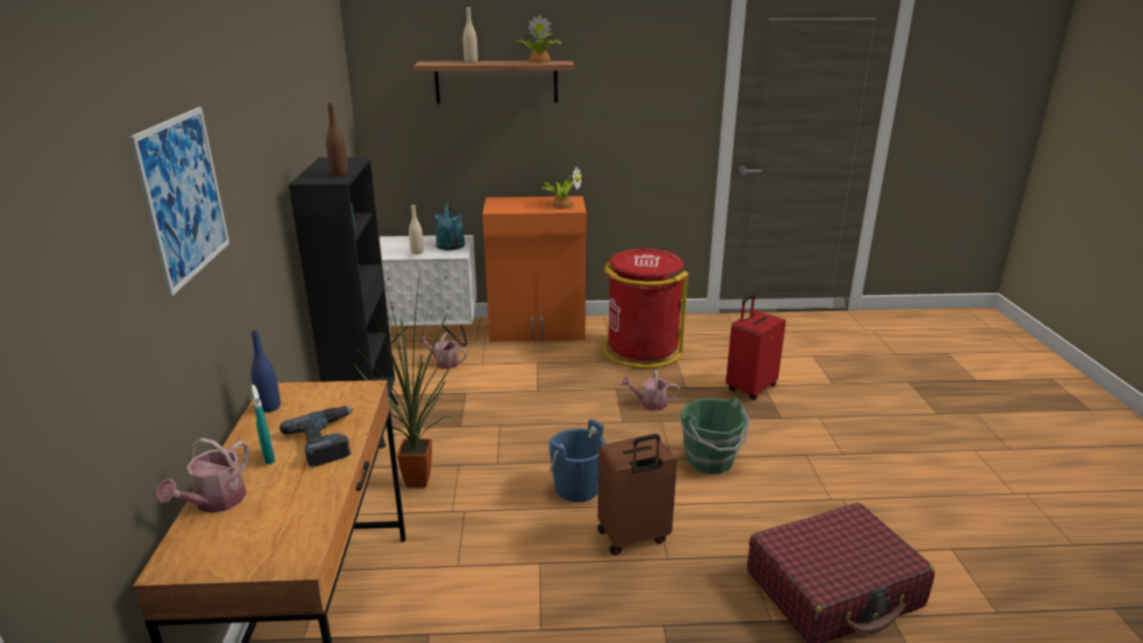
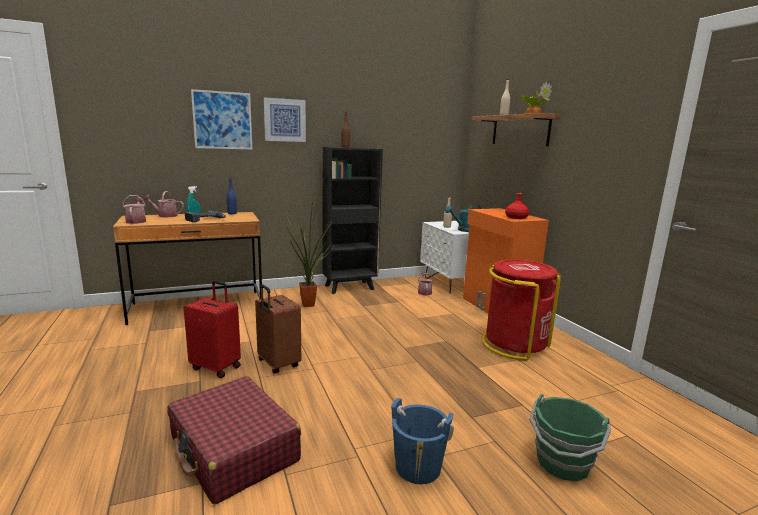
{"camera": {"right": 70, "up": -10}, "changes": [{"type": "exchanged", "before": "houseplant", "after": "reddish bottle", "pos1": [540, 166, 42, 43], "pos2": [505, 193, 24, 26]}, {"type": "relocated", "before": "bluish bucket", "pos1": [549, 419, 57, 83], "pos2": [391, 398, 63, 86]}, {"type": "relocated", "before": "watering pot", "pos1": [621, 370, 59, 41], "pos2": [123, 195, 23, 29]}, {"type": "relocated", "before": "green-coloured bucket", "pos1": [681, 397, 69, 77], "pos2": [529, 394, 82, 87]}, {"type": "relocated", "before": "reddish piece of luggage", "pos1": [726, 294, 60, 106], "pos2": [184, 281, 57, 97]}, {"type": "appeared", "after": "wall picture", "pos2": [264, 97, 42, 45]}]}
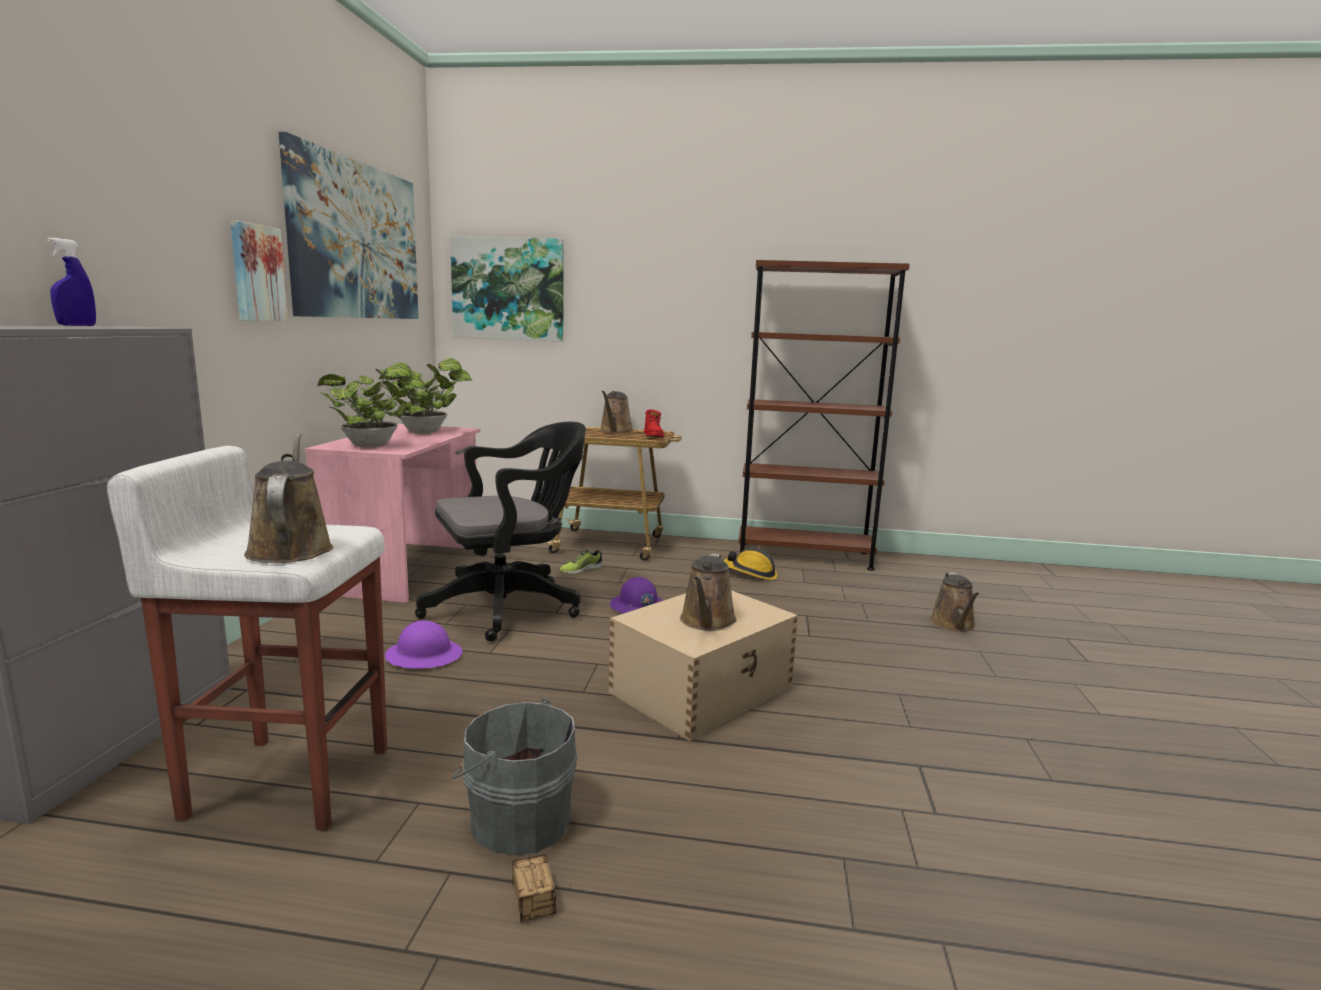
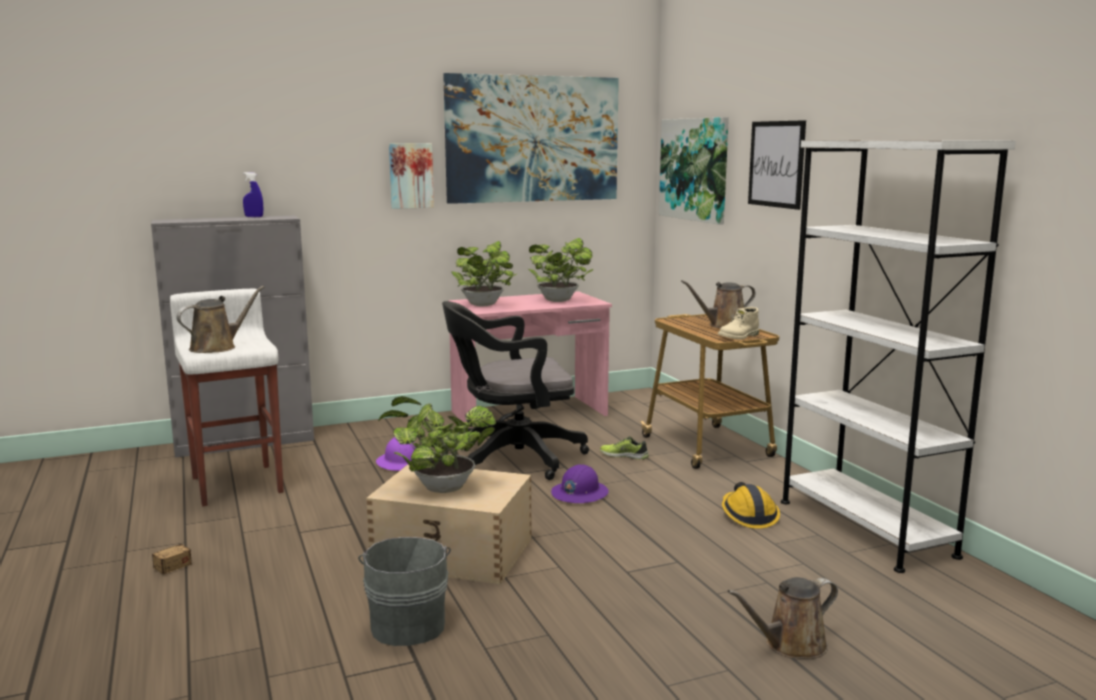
{"camera": {"right": 60, "up": 0}, "changes": [{"type": "spun", "before": "black-coloured office chair", "pos1": [415, 422, 171, 220], "pos2": [442, 301, 147, 179], "turn": 135}, {"type": "relocated", "before": "gray bucket", "pos1": [452, 698, 125, 157], "pos2": [358, 537, 93, 109]}, {"type": "colour", "before": "reddish tall boot", "after": "beige tall boot", "pos1": [644, 410, 20, 27], "pos2": [718, 307, 41, 33]}, {"type": "exchanged", "before": "brown-coloured watering pot", "after": "houseplant", "pos1": [680, 553, 57, 78], "pos2": [378, 396, 118, 97]}, {"type": "colour", "before": "brown-coloured shelving unit", "after": "white-coloured shelving unit", "pos1": [738, 260, 172, 311], "pos2": [781, 140, 235, 433]}, {"type": "appeared", "after": "wall picture", "pos2": [748, 120, 58, 90]}]}
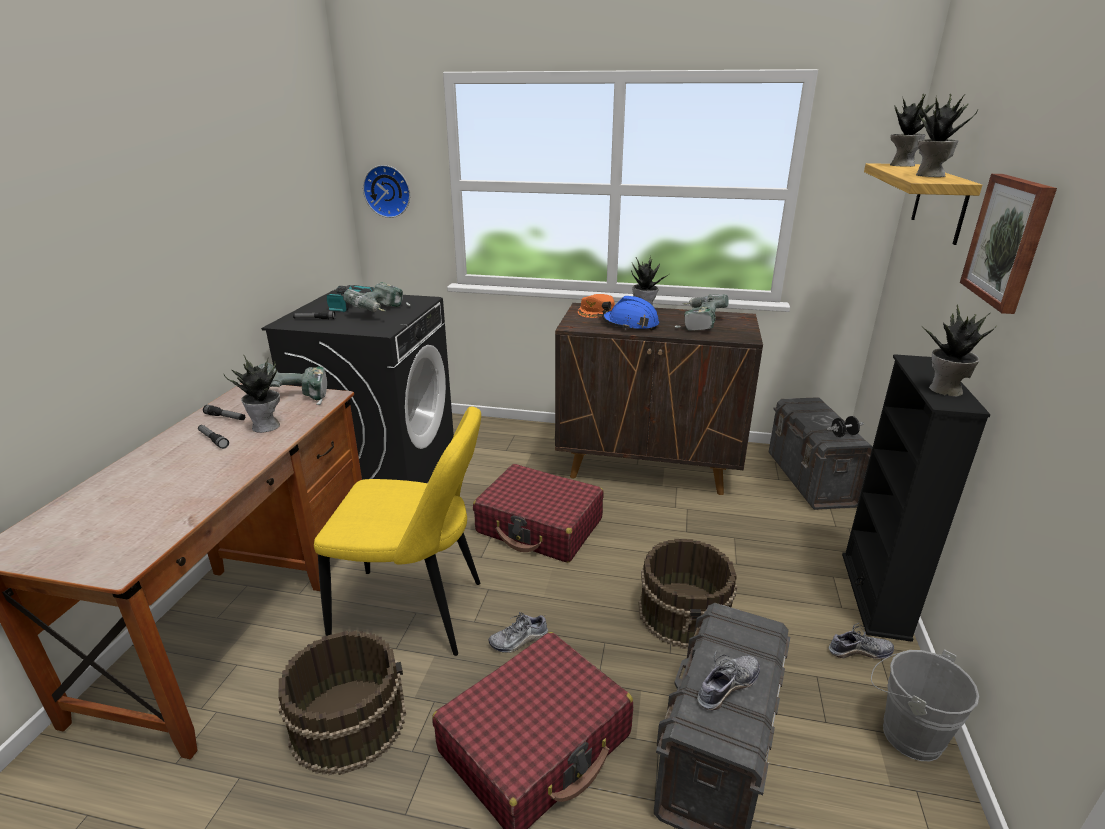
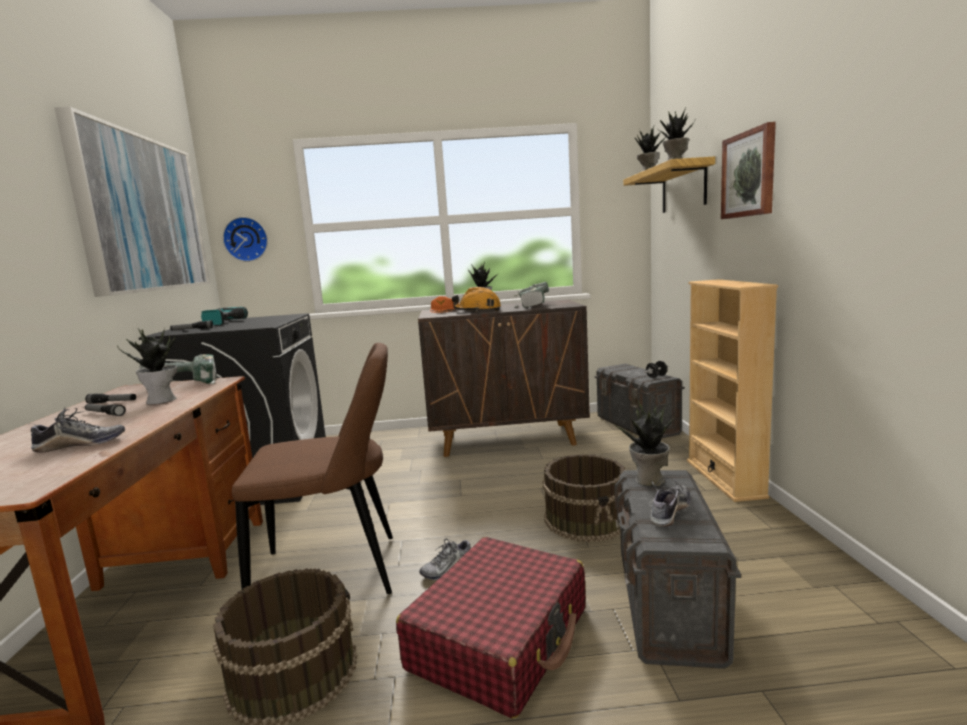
{"camera": {"right": -15, "up": -15}, "changes": [{"type": "colour", "before": "yellowish chair", "after": "brown-coloured chair", "pos1": [314, 407, 167, 249], "pos2": [232, 343, 161, 251]}, {"type": "missing", "before": "power drill", "pos1": [343, 282, 68, 30]}, {"type": "missing", "before": "reddish piece of luggage", "pos1": [473, 464, 131, 99]}, {"type": "colour", "before": "bluish hard hat", "after": "orange hard hat", "pos1": [602, 296, 57, 35], "pos2": [452, 287, 49, 25]}, {"type": "relocated", "before": "low shoe", "pos1": [829, 623, 65, 36], "pos2": [31, 407, 94, 46]}, {"type": "colour", "before": "black-coloured shelving unit", "after": "beige shelving unit", "pos1": [842, 355, 149, 287], "pos2": [687, 279, 91, 223]}, {"type": "missing", "before": "gray bucket", "pos1": [871, 650, 108, 111]}, {"type": "relocated", "before": "houseplant", "pos1": [921, 304, 74, 92], "pos2": [614, 400, 60, 87]}, {"type": "appeared", "after": "wall picture", "pos2": [54, 107, 156, 190]}]}
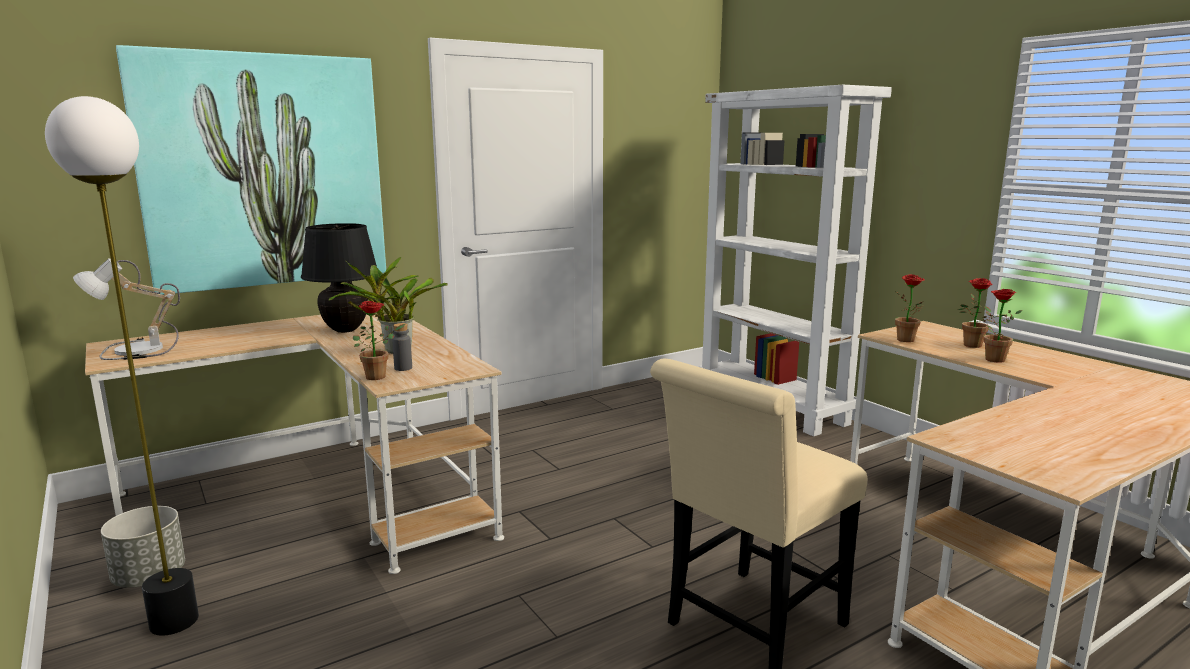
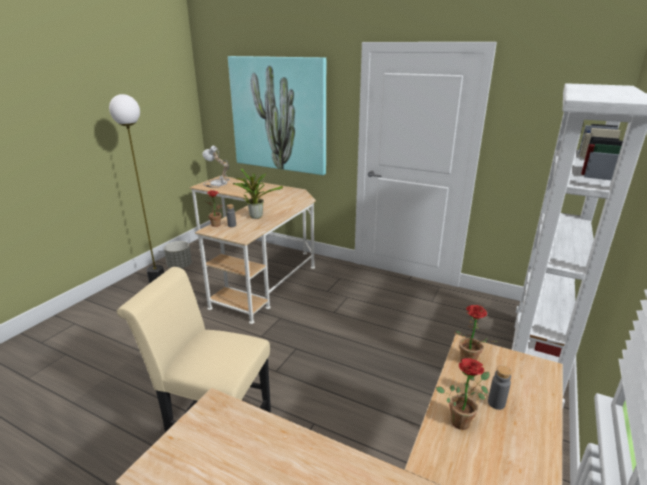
{"camera": {"right": 60, "up": 10}, "changes": [{"type": "missing", "before": "black-coloured tabletop lamp", "pos1": [301, 223, 76, 110]}, {"type": "exchanged", "before": "houseplant", "after": "gray bottle", "pos1": [958, 278, 47, 70], "pos2": [488, 366, 24, 44]}]}
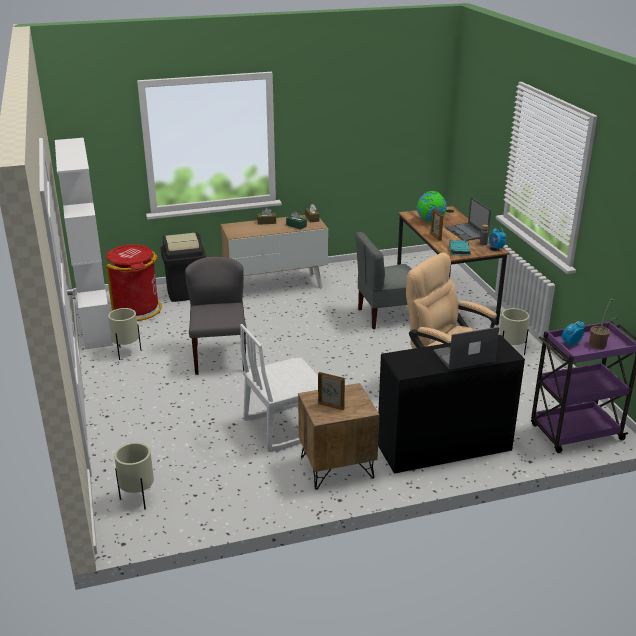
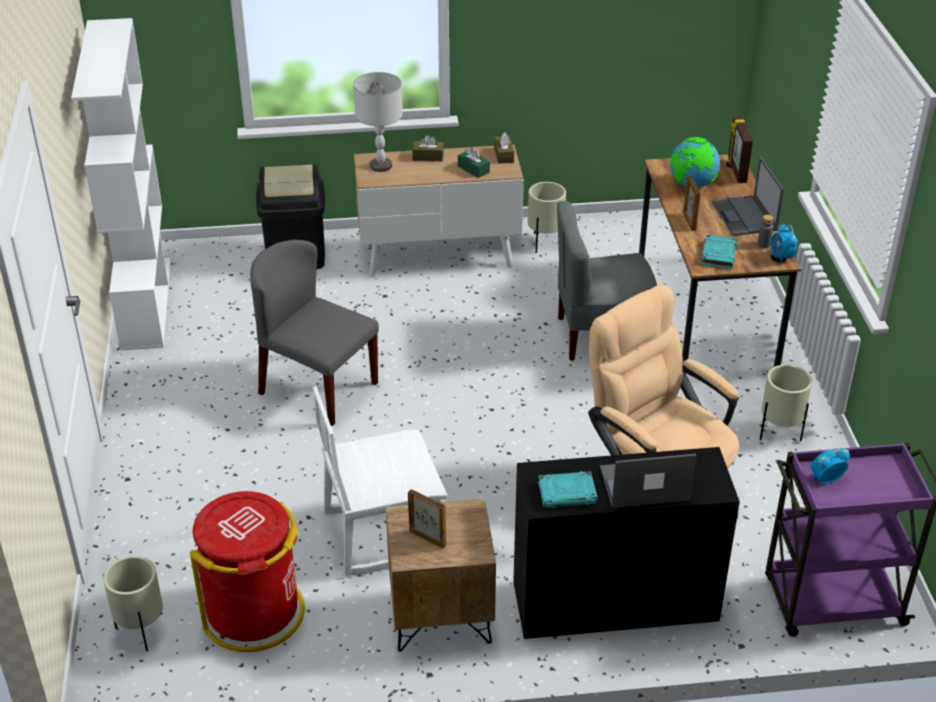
{"camera": {"right": 10, "up": 10}, "changes": [{"type": "relocated", "before": "reddish rubbish bin", "pos1": [106, 244, 56, 77], "pos2": [190, 491, 115, 161]}, {"type": "relocated", "before": "beige plant pot", "pos1": [108, 308, 33, 52], "pos2": [528, 182, 38, 71]}, {"type": "spun", "before": "gray chair", "pos1": [185, 257, 61, 118], "pos2": [250, 240, 129, 186], "turn": -60}, {"type": "missing", "before": "houseplant", "pos1": [589, 298, 27, 51]}, {"type": "appeared", "after": "gray tabletop lamp", "pos2": [353, 72, 50, 100]}, {"type": "appeared", "after": "turquoise book", "pos2": [538, 471, 60, 37]}, {"type": "appeared", "after": "picture frame", "pos2": [728, 116, 25, 67]}]}
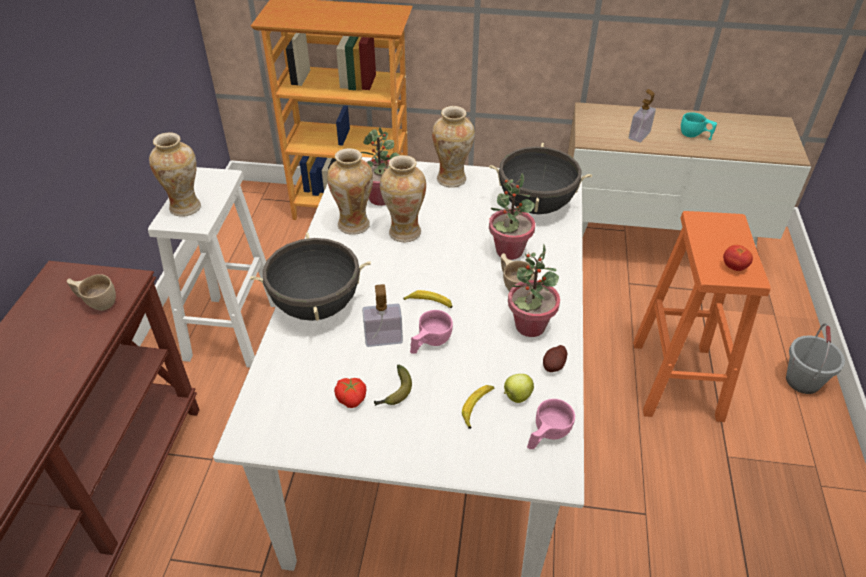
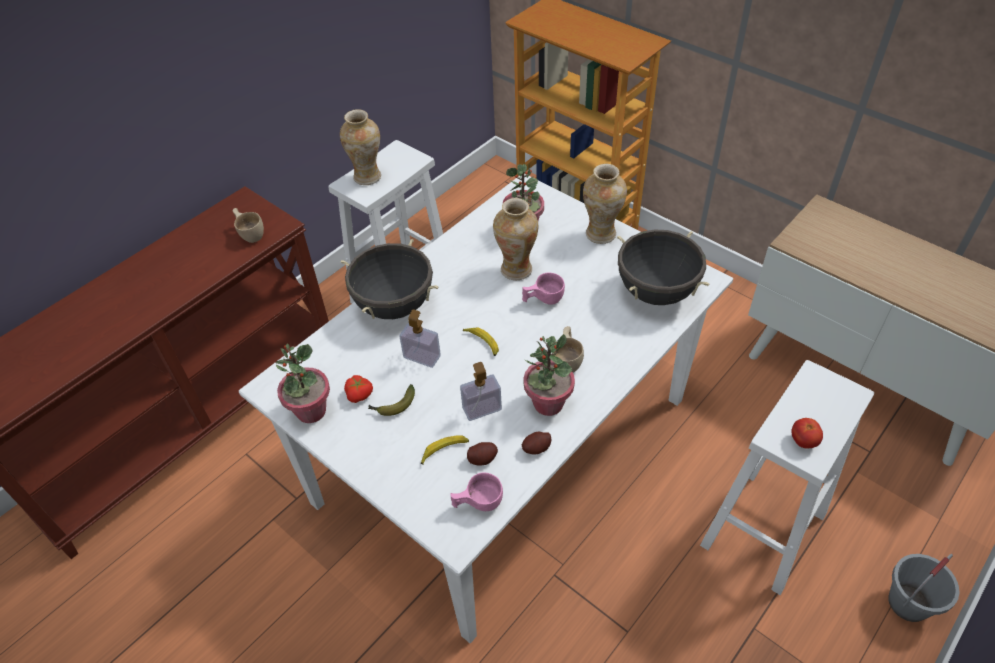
{"camera": {"right": 35, "up": 5}, "changes": [{"type": "missing", "before": "decorative vase", "pos1": [327, 148, 46, 87]}, {"type": "relocated", "before": "pink-coloured cup", "pos1": [410, 310, 43, 44], "pos2": [522, 273, 43, 32]}, {"type": "relocated", "before": "houseplant", "pos1": [489, 173, 46, 87], "pos2": [275, 343, 55, 80]}, {"type": "exchanged", "before": "apple fruit", "after": "spud", "pos1": [504, 374, 30, 29], "pos2": [467, 442, 31, 24]}, {"type": "relocated", "before": "soap dispenser", "pos1": [629, 89, 27, 54], "pos2": [460, 362, 42, 59]}, {"type": "colour", "before": "orange stool", "after": "white-coloured stool", "pos1": [633, 211, 138, 211], "pos2": [700, 360, 174, 235]}, {"type": "missing", "before": "turquoise cup", "pos1": [681, 112, 36, 28]}]}
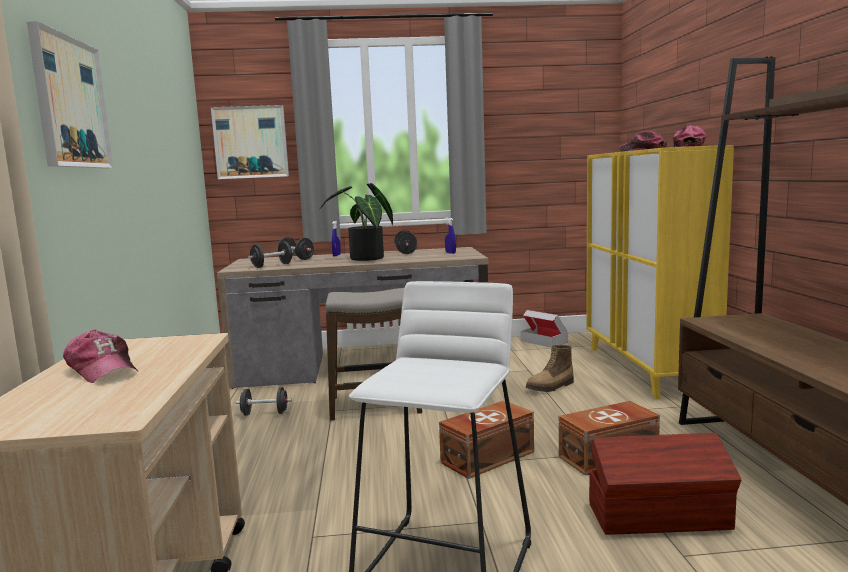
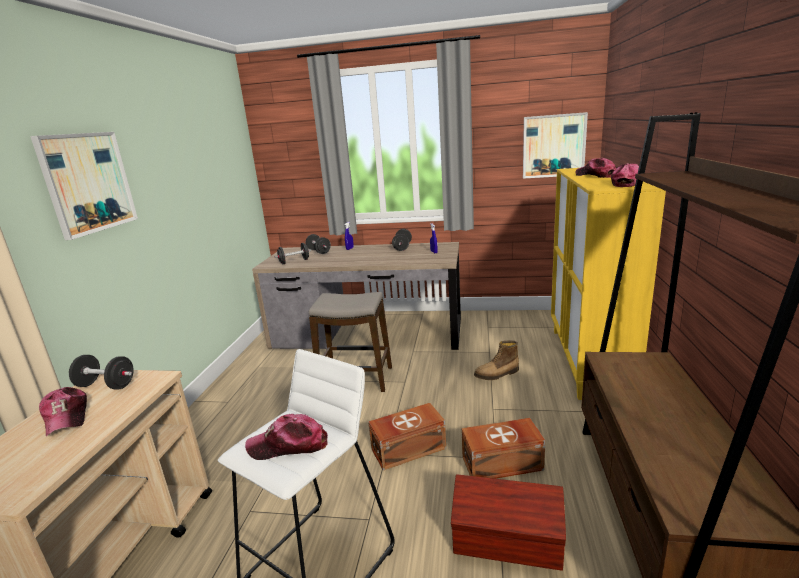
{"camera": {"right": 15, "up": 10}, "changes": [{"type": "relocated", "before": "wall picture", "pos1": [211, 105, 78, 74], "pos2": [523, 112, 65, 67]}, {"type": "relocated", "before": "black-coloured dumbbell", "pos1": [236, 387, 56, 29], "pos2": [69, 355, 65, 35]}, {"type": "missing", "before": "houseplant", "pos1": [320, 183, 73, 78]}, {"type": "missing", "before": "packing box", "pos1": [521, 310, 47, 38]}, {"type": "appeared", "after": "baseball cap", "pos2": [245, 414, 83, 46]}]}
